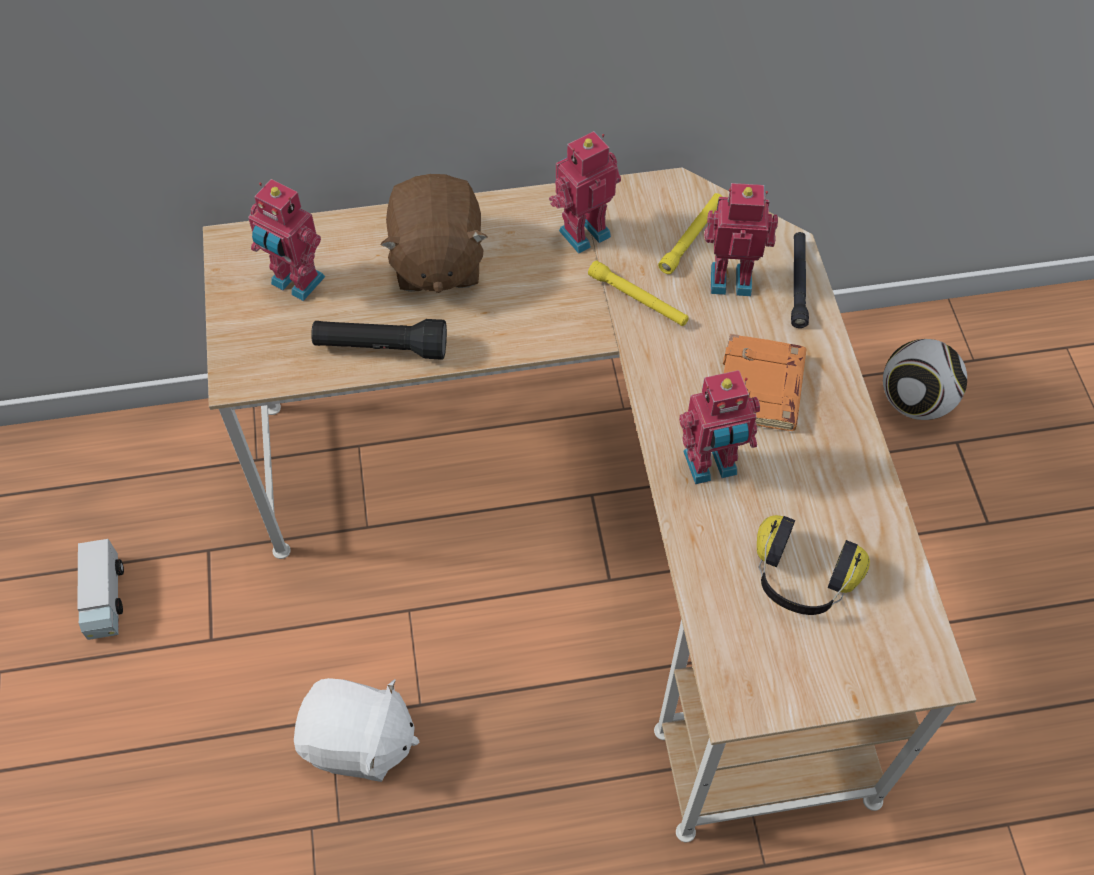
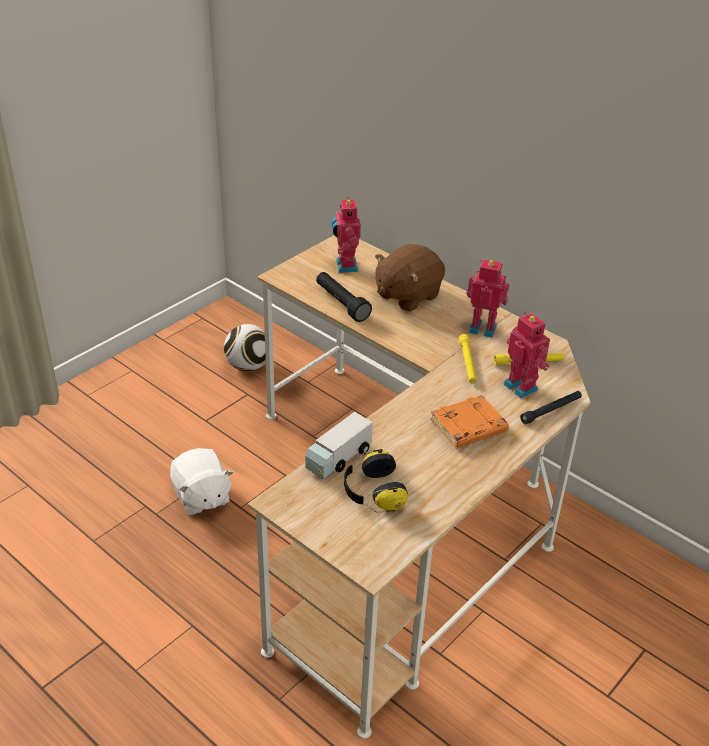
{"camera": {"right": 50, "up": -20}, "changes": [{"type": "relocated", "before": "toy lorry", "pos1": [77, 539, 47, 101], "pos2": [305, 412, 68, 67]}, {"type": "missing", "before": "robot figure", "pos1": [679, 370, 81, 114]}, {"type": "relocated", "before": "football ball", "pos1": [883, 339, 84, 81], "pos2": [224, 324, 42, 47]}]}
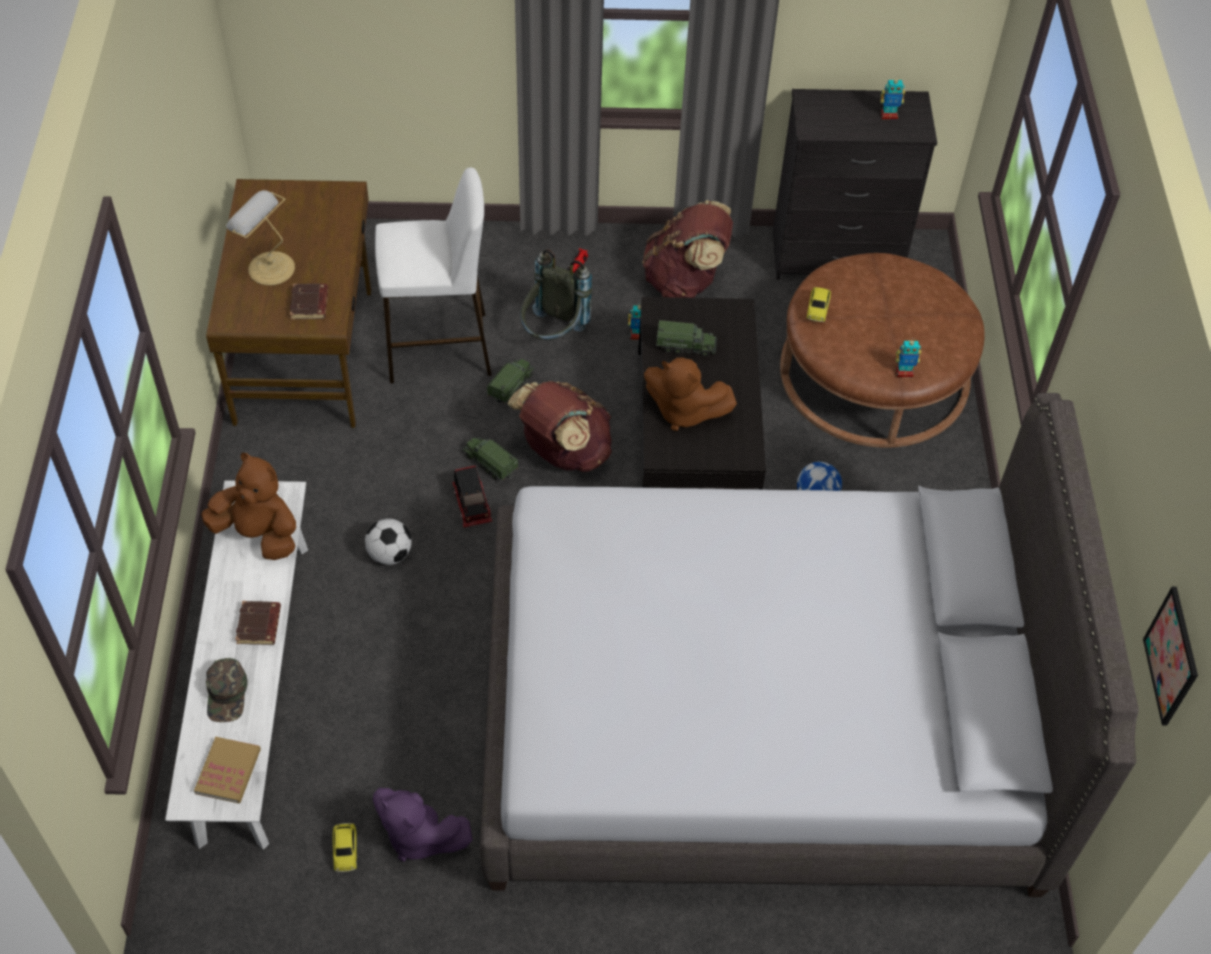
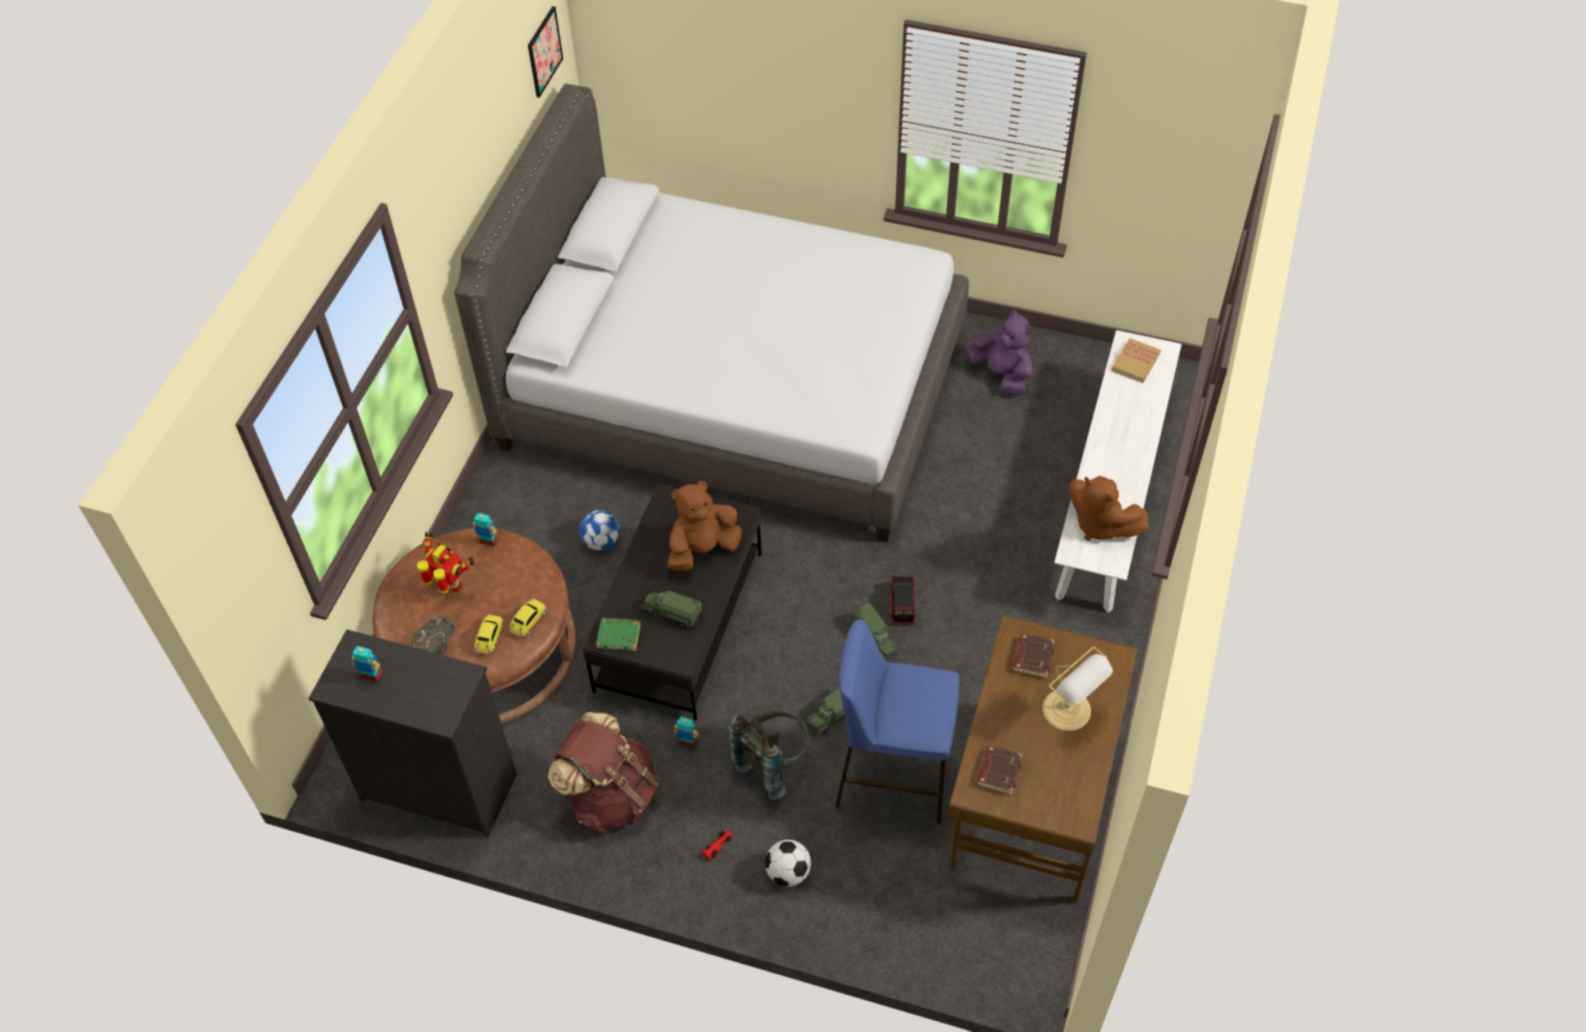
{"camera": {"right": -160, "up": 0}, "changes": [{"type": "relocated", "before": "green-coloured baseball cap", "pos1": [206, 658, 42, 64], "pos2": [411, 616, 44, 39]}, {"type": "relocated", "before": "brown-coloured book", "pos1": [235, 601, 46, 44], "pos2": [976, 745, 47, 50]}, {"type": "relocated", "before": "model car", "pos1": [333, 823, 24, 49], "pos2": [474, 615, 30, 39]}, {"type": "relocated", "before": "football ball", "pos1": [365, 519, 47, 46], "pos2": [765, 840, 46, 47]}, {"type": "colour", "before": "white-coloured stool", "after": "bluish stool", "pos1": [375, 167, 117, 216], "pos2": [835, 620, 124, 204]}, {"type": "missing", "before": "brown-coloured rucksack", "pos1": [507, 381, 105, 91]}, {"type": "spun", "before": "brown-coloured soft toy", "pos1": [644, 357, 93, 74], "pos2": [668, 481, 74, 90], "turn": -75}, {"type": "appeared", "after": "robot figure", "pos2": [417, 532, 57, 61]}, {"type": "appeared", "after": "green-coloured book", "pos2": [596, 618, 45, 33]}]}
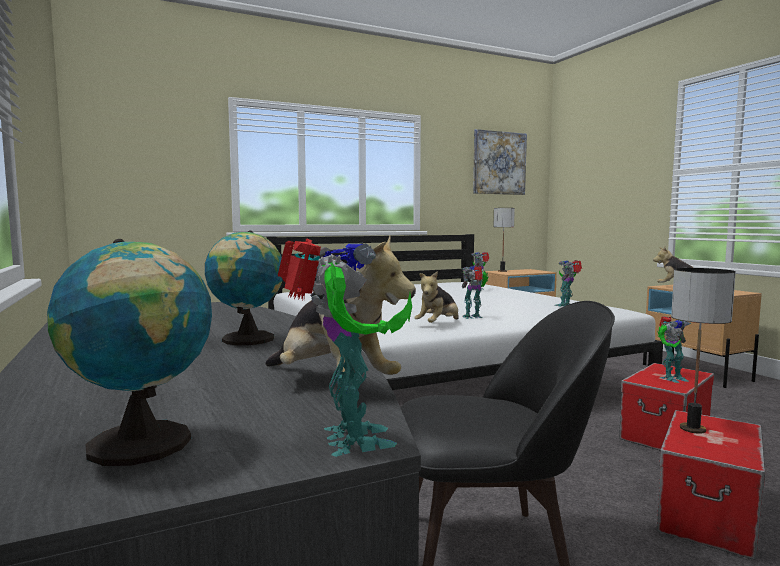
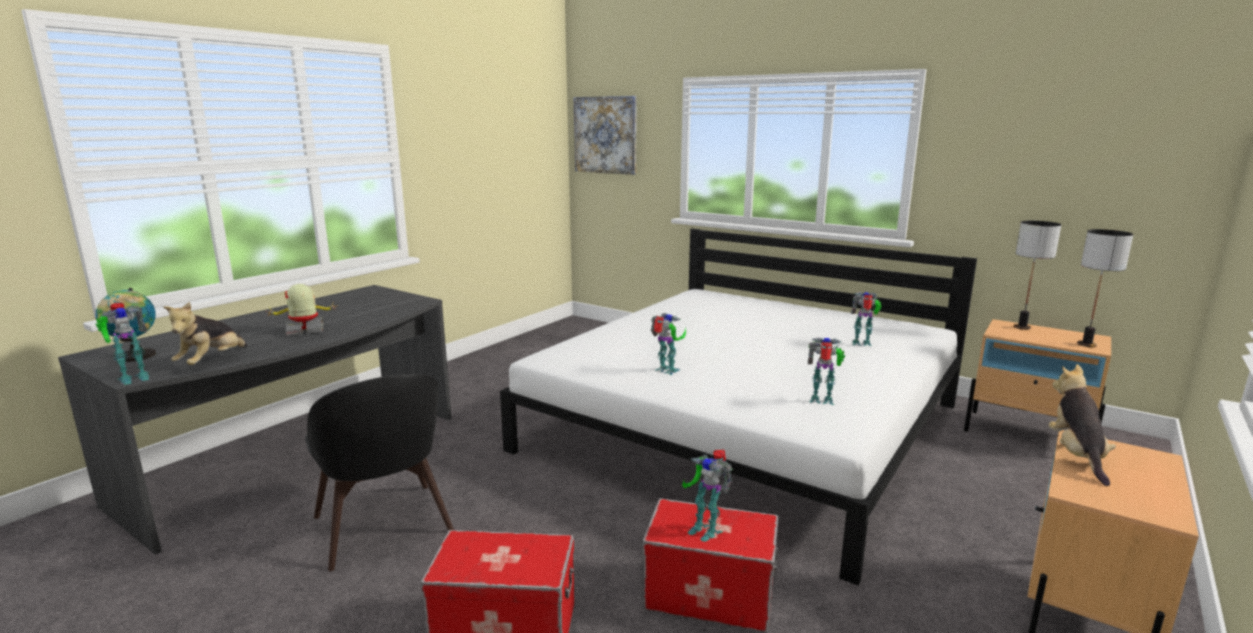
{"camera": {"right": 60, "up": 10}, "changes": [{"type": "exchanged", "before": "globe", "after": "robot figure", "pos1": [205, 230, 78, 115], "pos2": [266, 284, 72, 52]}, {"type": "missing", "before": "soft toy", "pos1": [414, 271, 45, 52]}, {"type": "relocated", "before": "wall picture", "pos1": [473, 129, 54, 66], "pos2": [574, 96, 63, 79]}, {"type": "relocated", "before": "tabletop lamp", "pos1": [671, 268, 65, 166], "pos2": [1077, 229, 57, 118]}]}
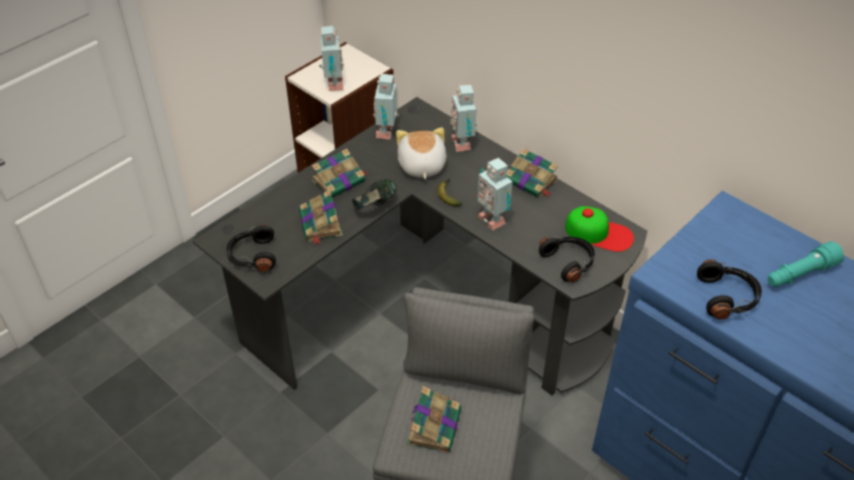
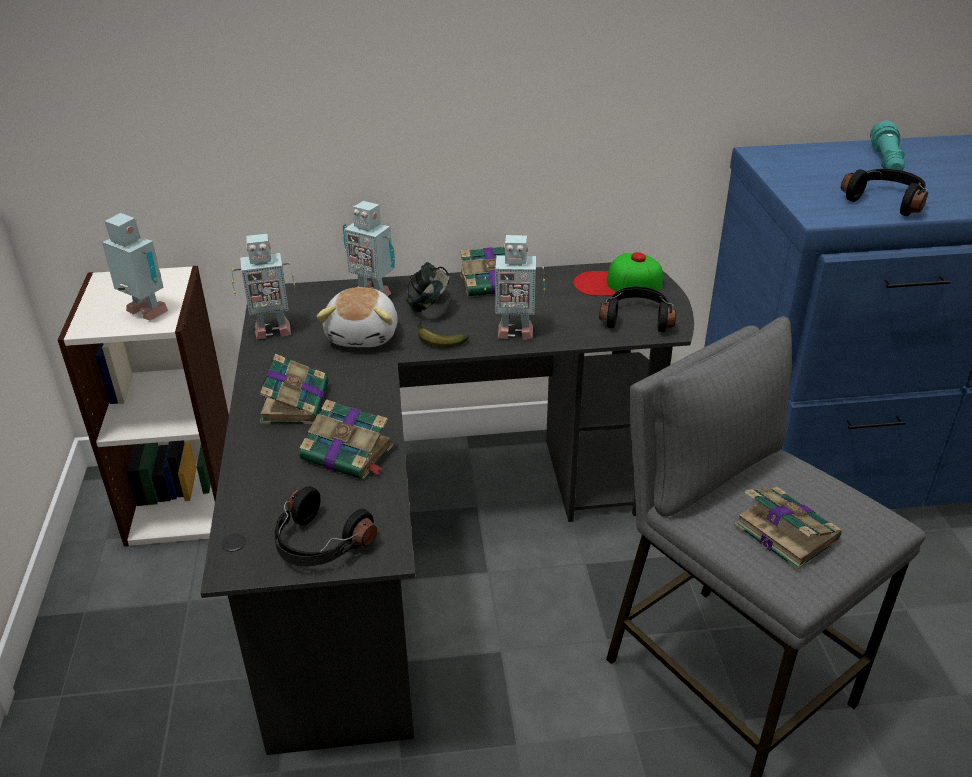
{"camera": {"right": -50, "up": -10}, "changes": [{"type": "relocated", "before": "headphones", "pos1": [352, 179, 44, 30], "pos2": [406, 262, 44, 50]}, {"type": "spun", "before": "robot figure", "pos1": [373, 73, 26, 66], "pos2": [231, 234, 64, 105], "turn": -60}, {"type": "spun", "before": "soft toy", "pos1": [396, 127, 50, 52], "pos2": [317, 287, 81, 60], "turn": -120}, {"type": "spun", "before": "baseball cap", "pos1": [565, 206, 69, 46], "pos2": [574, 252, 89, 44], "turn": -150}]}
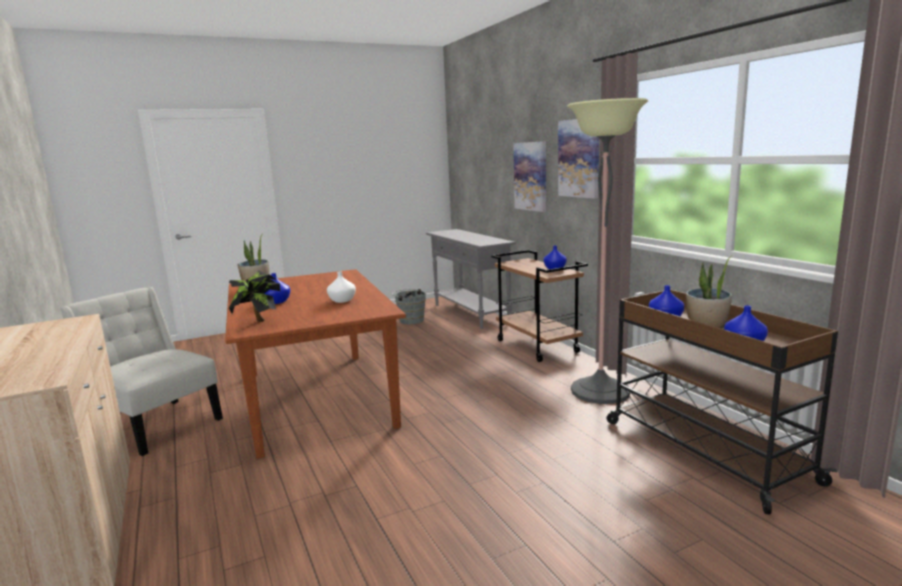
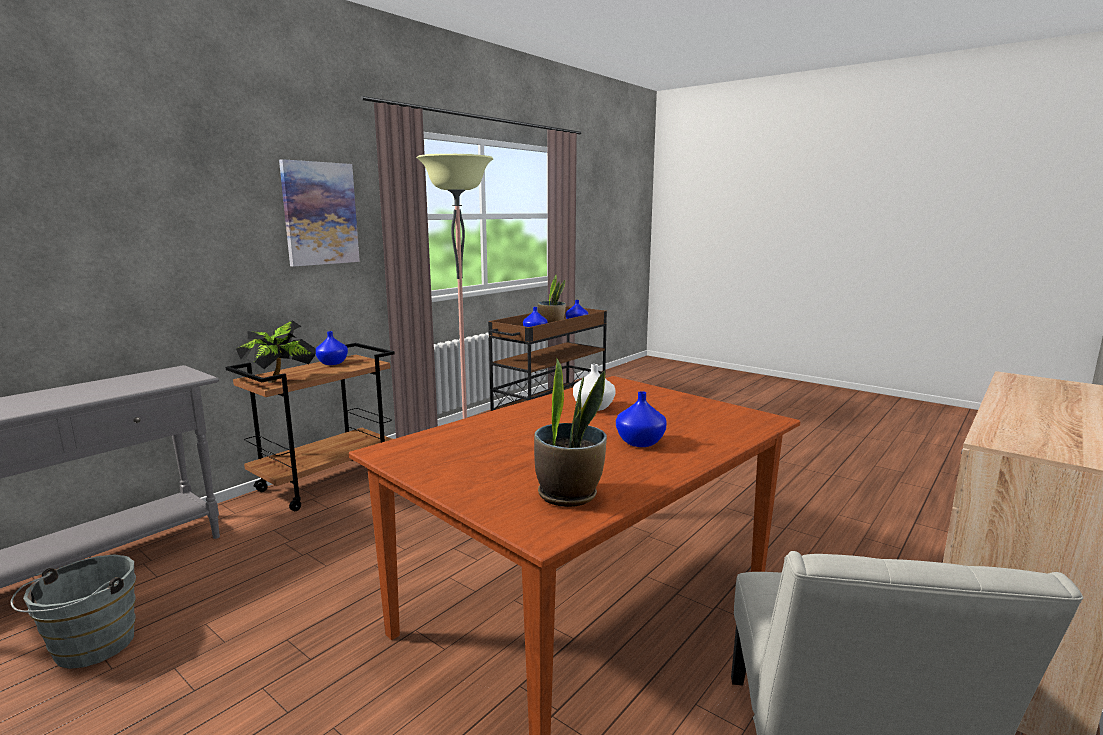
{"camera": {"right": -115, "up": 0}, "changes": [{"type": "relocated", "before": "houseplant", "pos1": [229, 271, 51, 51], "pos2": [236, 320, 80, 63]}, {"type": "missing", "before": "wall picture", "pos1": [513, 141, 33, 71]}]}
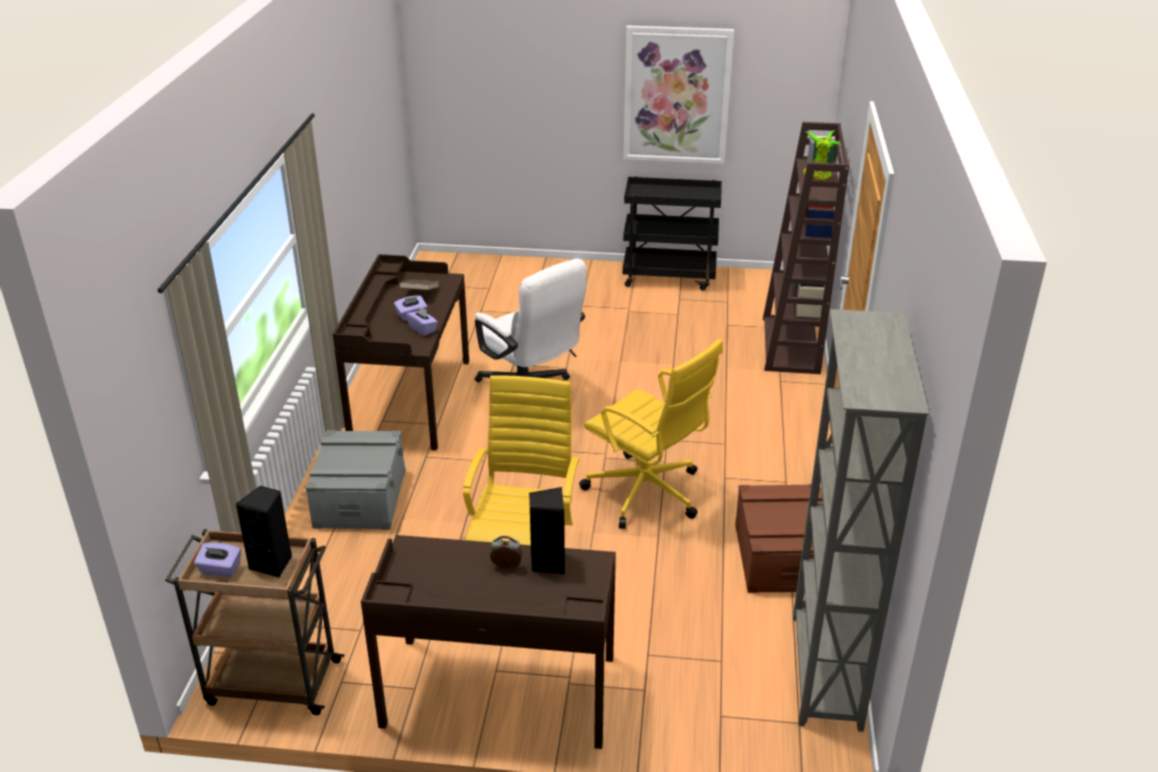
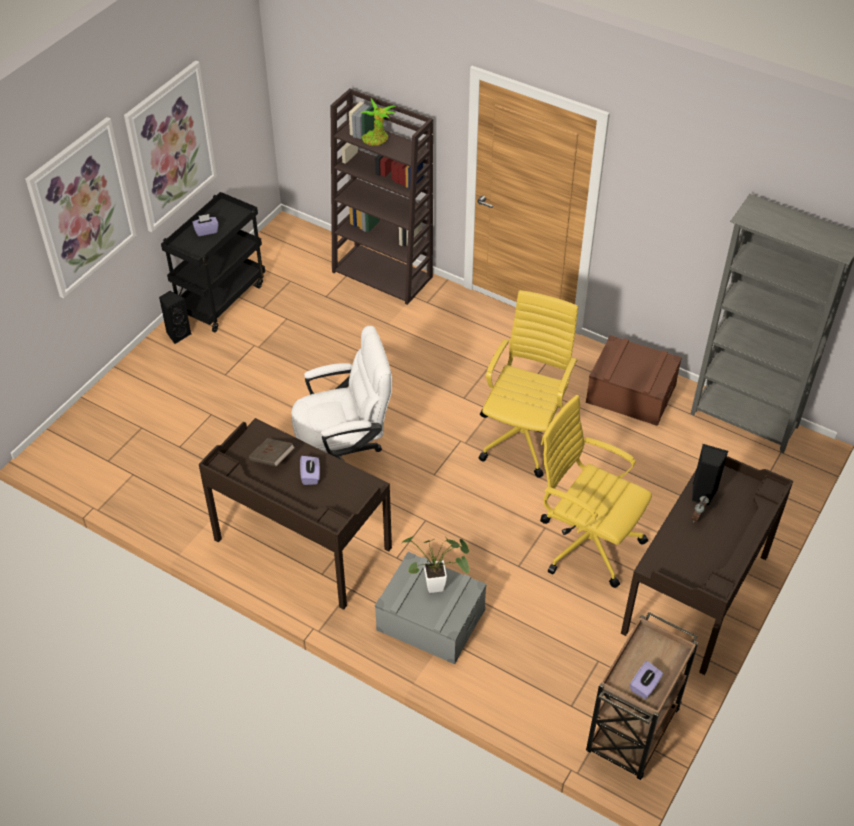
{"camera": {"right": -65, "up": 15}, "changes": [{"type": "relocated", "before": "black-coloured audio speaker", "pos1": [235, 486, 57, 92], "pos2": [159, 291, 32, 53]}, {"type": "relocated", "before": "purple tissue box", "pos1": [406, 306, 32, 30], "pos2": [192, 214, 27, 22]}, {"type": "spun", "before": "yellowish office chair", "pos1": [579, 339, 144, 190], "pos2": [479, 290, 99, 188], "turn": -45}, {"type": "appeared", "after": "wall picture", "pos2": [25, 117, 112, 181]}, {"type": "appeared", "after": "houseplant", "pos2": [402, 537, 68, 56]}]}
